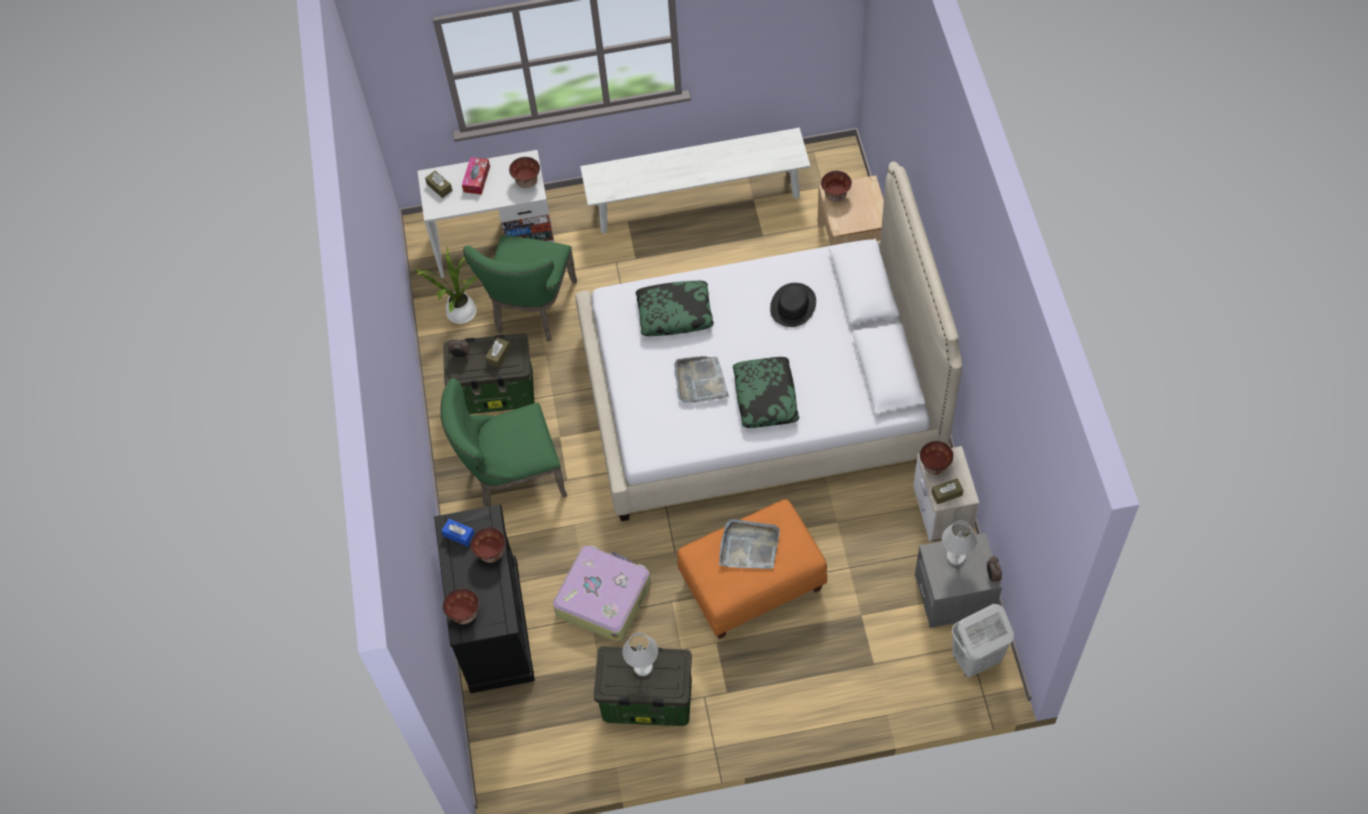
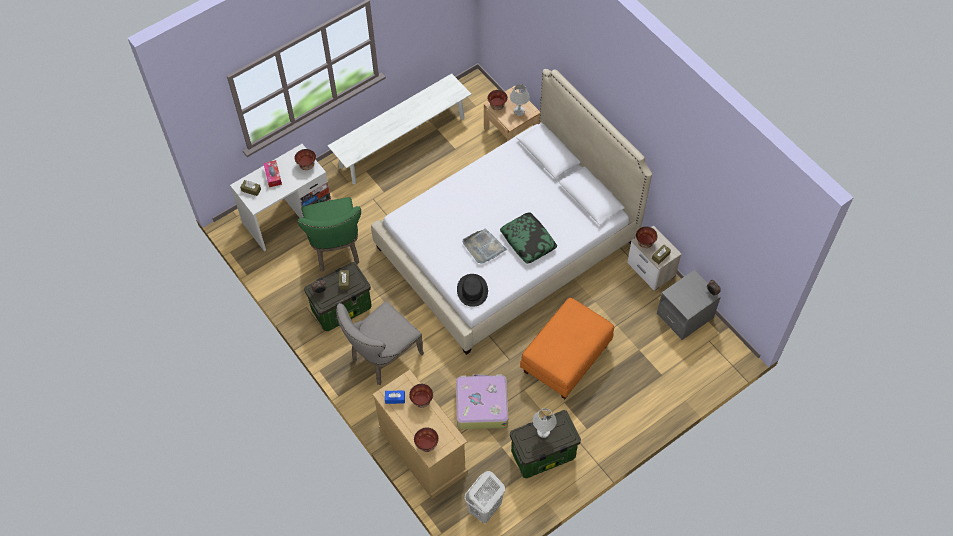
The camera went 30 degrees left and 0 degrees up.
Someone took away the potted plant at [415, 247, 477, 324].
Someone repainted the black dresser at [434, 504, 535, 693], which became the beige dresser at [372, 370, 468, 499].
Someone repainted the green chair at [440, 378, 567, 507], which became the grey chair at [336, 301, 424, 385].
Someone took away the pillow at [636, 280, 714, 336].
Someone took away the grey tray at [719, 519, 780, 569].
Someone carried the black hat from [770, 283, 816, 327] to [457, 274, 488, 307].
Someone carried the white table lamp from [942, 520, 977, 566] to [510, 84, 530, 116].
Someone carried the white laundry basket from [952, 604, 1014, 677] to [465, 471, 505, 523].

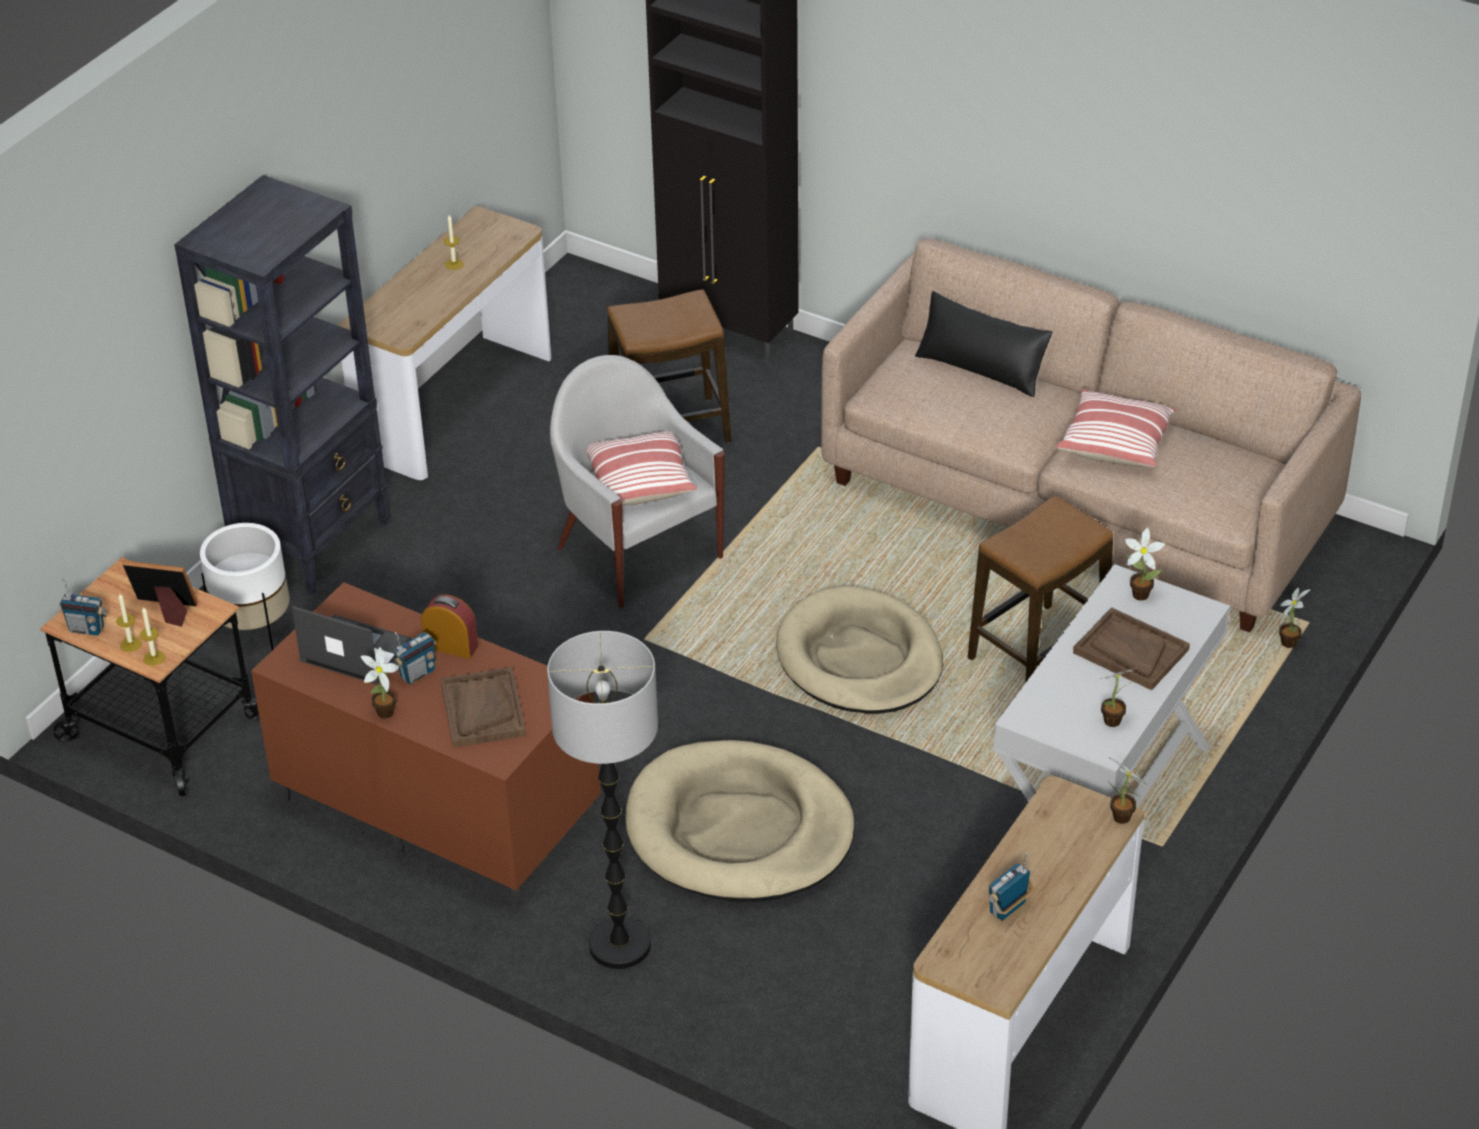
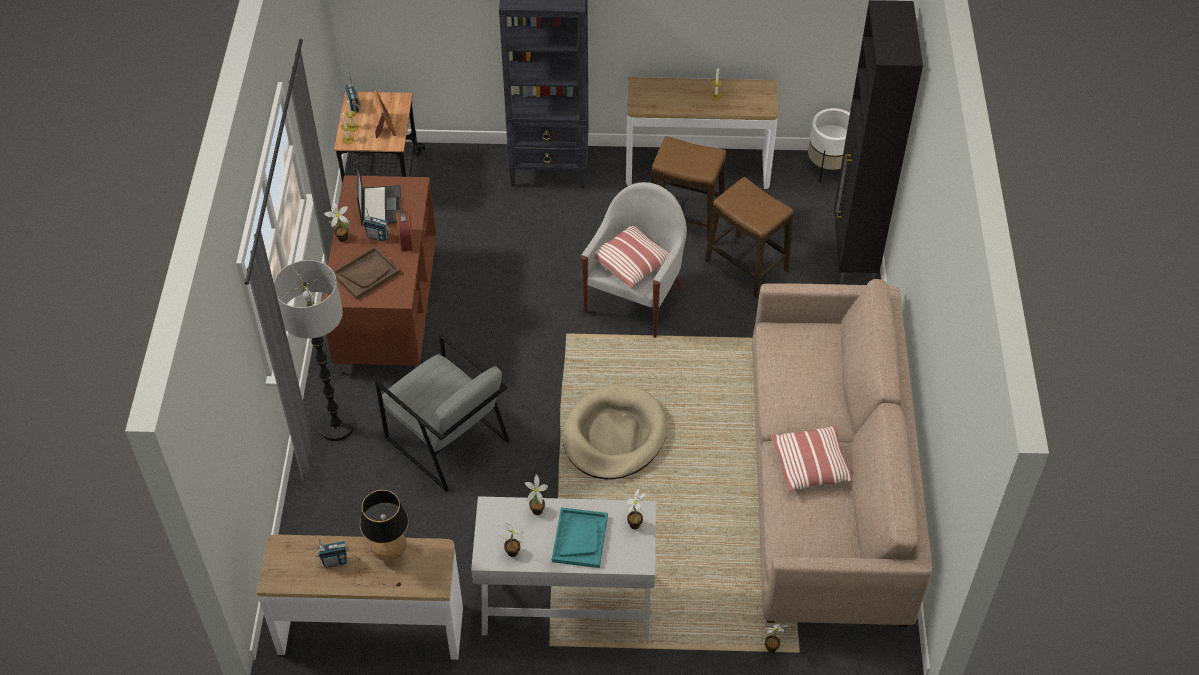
The camera went 60 degrees right and 10 degrees up.
Someone carried the white planter from [200, 523, 290, 650] to [808, 108, 850, 183].
Someone swapped the beige dog bed at [625, 740, 855, 902] for the grey armchair at [375, 333, 509, 492].
Someone took away the black pillow at [915, 291, 1052, 397].
Someone carried the stool from [968, 495, 1113, 683] to [651, 136, 726, 243].
Someone rotated the radio at [989, 853, 1034, 921] by 150 degrees clockwise.
Someone repainted the brown tray at [1073, 607, 1190, 690], which became the turquoise tray at [552, 507, 608, 568].
Someone carried the potted plant from [1108, 757, 1143, 824] to [525, 474, 548, 515].
Someone put down the table lamp at [354, 490, 409, 587].

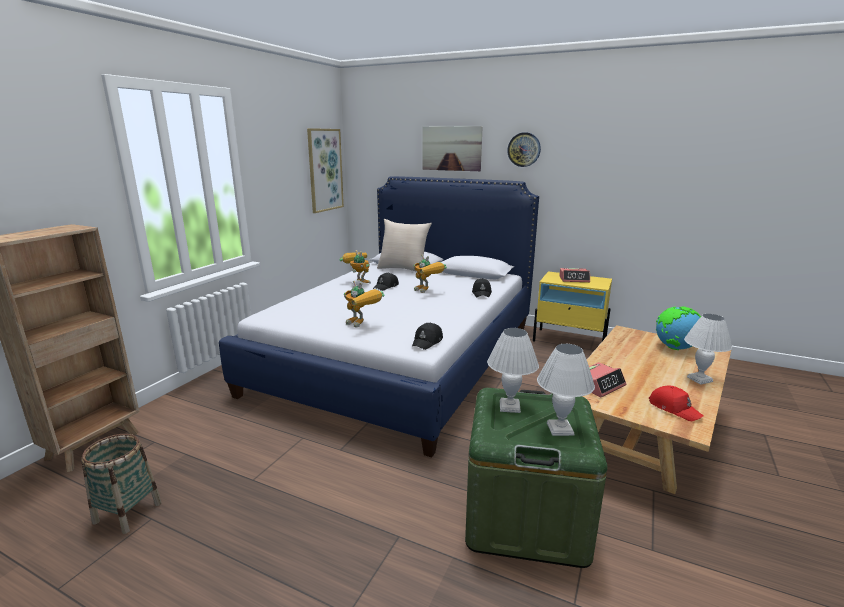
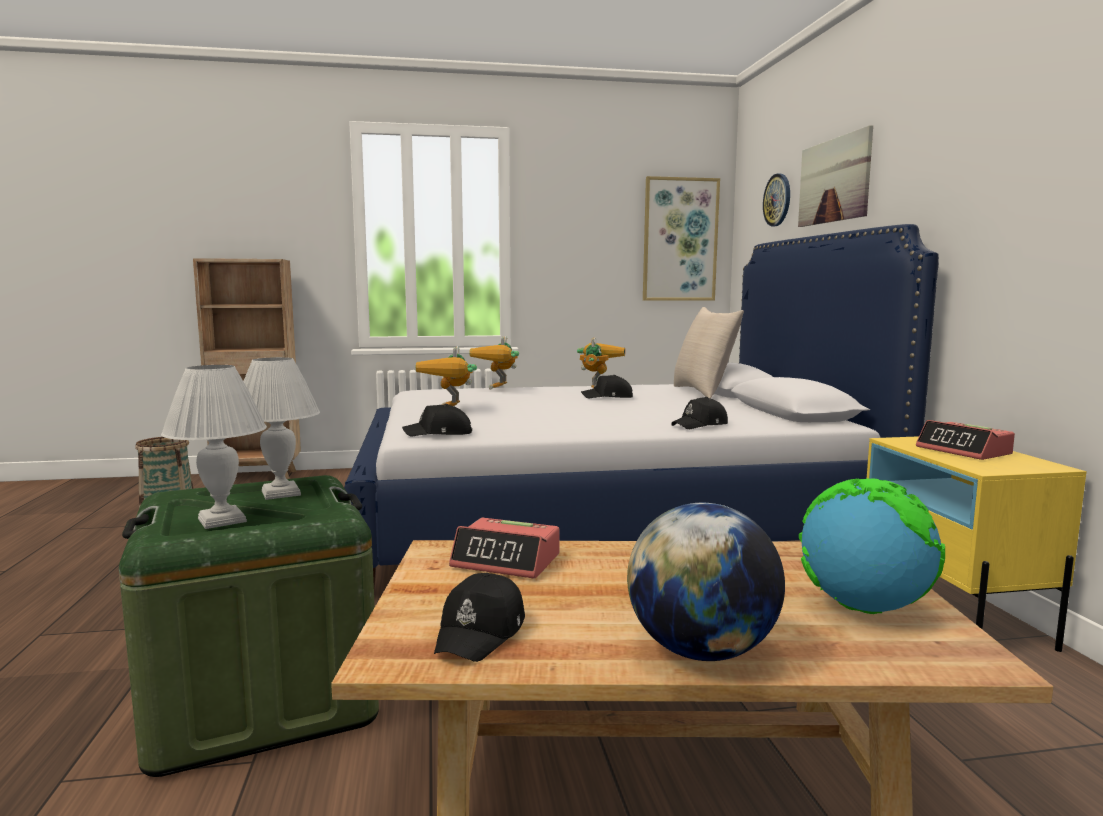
The camera went 55 degrees right and 10 degrees down.
Someone carried the toy robot from [414, 255, 447, 293] to [469, 336, 519, 390].
Someone carried the wall clock from [507, 132, 541, 167] to [763, 174, 790, 226].
Someone repainted the red cap at [649, 386, 704, 421], which became the black cap at [434, 573, 525, 662].
Someone swapped the white table lamp at [684, 314, 732, 385] for the globe at [627, 503, 785, 661].

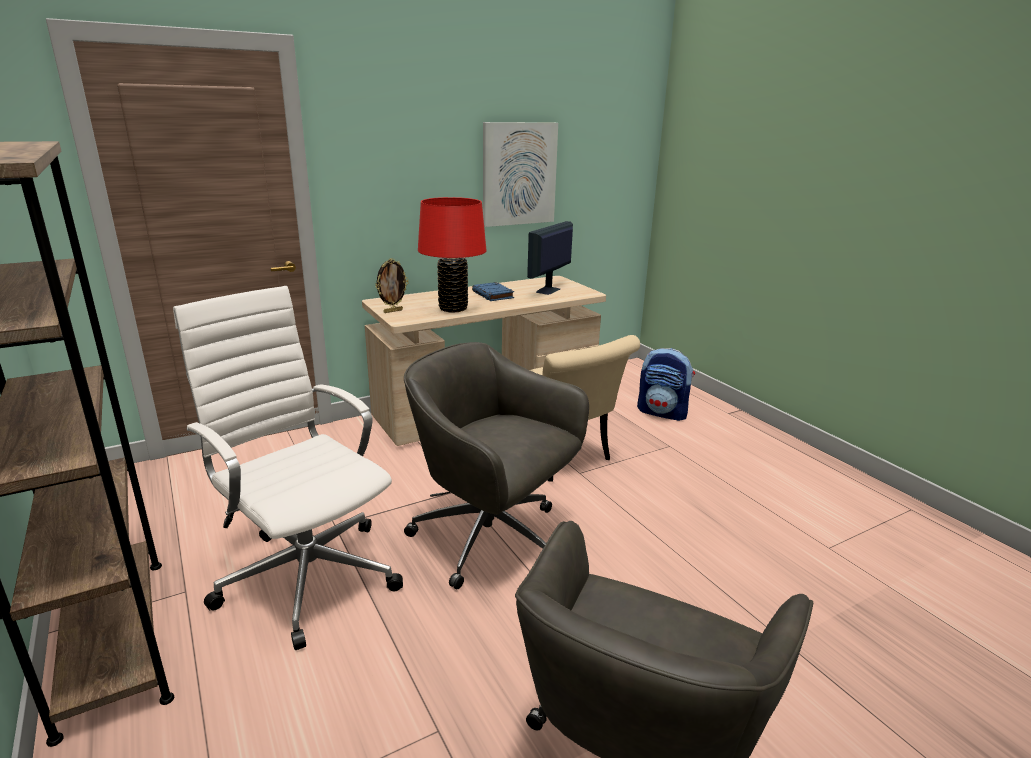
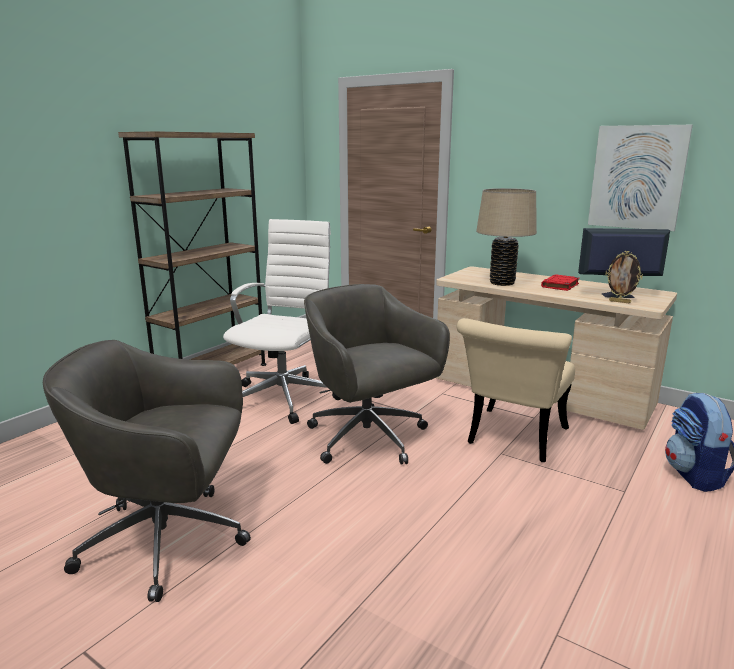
The camera went 65 degrees right and 5 degrees down.
Someone carried the picture frame from [375, 258, 409, 313] to [605, 251, 643, 303].
Someone rotated the grey office chair at [404, 342, 589, 589] by 45 degrees counterclockwise.
Someone repainted the red table lamp at [418, 197, 487, 312], which became the beige table lamp at [476, 188, 537, 286].
Someone repainted the blue book at [472, 282, 514, 301], which became the red book at [541, 274, 580, 291].

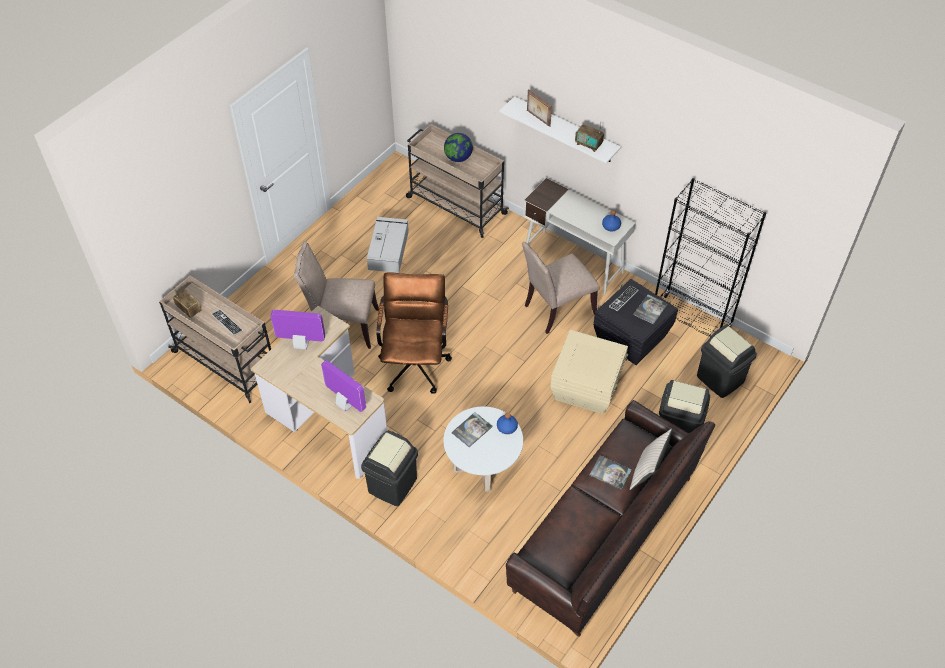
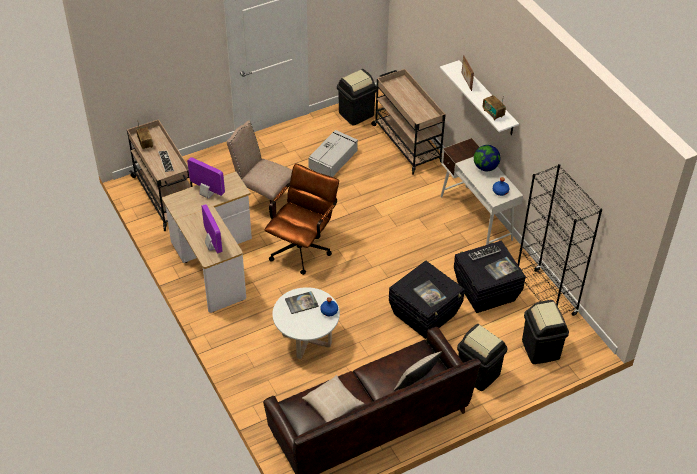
The camera went 25 degrees right and 5 degrees down.
Someone carried the black trash can from [361, 430, 418, 506] to [337, 69, 377, 126].
Someone carried the globe from [444, 133, 473, 162] to [474, 145, 500, 171].
Someone took away the beige chair at [522, 242, 600, 334].
Someone repainted the beige storage box at [550, 330, 628, 414], which became the black storage box at [389, 261, 465, 339].
Someone carried the book from [590, 455, 632, 490] to [413, 280, 447, 308].
Someone put down the beige pillow at [302, 375, 364, 422].

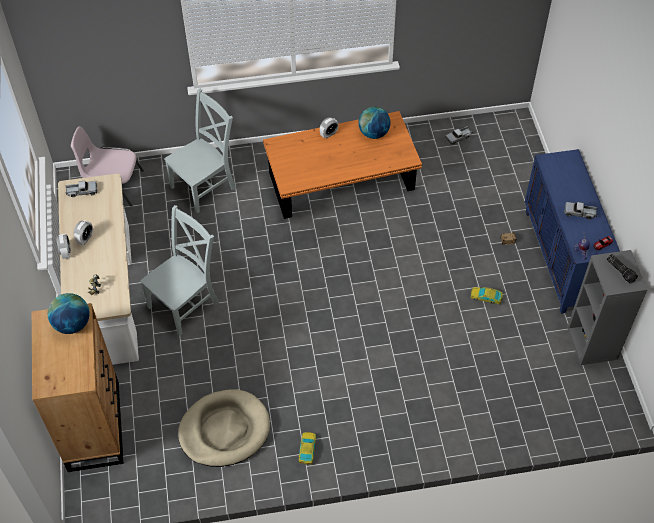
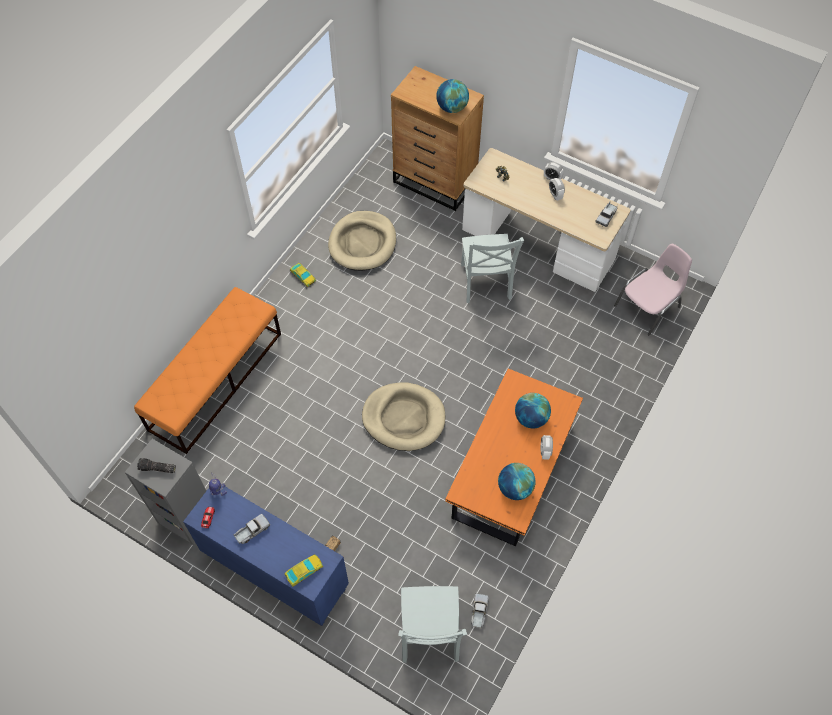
The camera went 130 degrees right and 5 degrees up.
Someone carried the grey chair from [164, 89, 236, 213] to [398, 586, 467, 663].
Someone carried the toy car from [471, 287, 503, 304] to [285, 554, 323, 587].
Someone put down the orange bench at [134, 287, 281, 454].
Someone put down the beige dog bed at [362, 382, 446, 451].
Someone put down the globe at [515, 393, 551, 428].

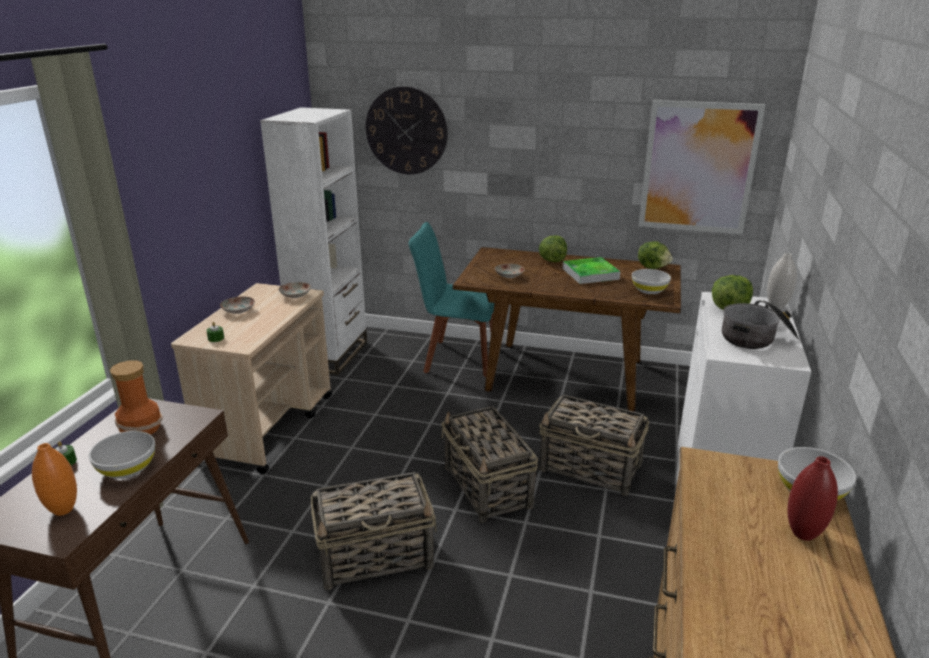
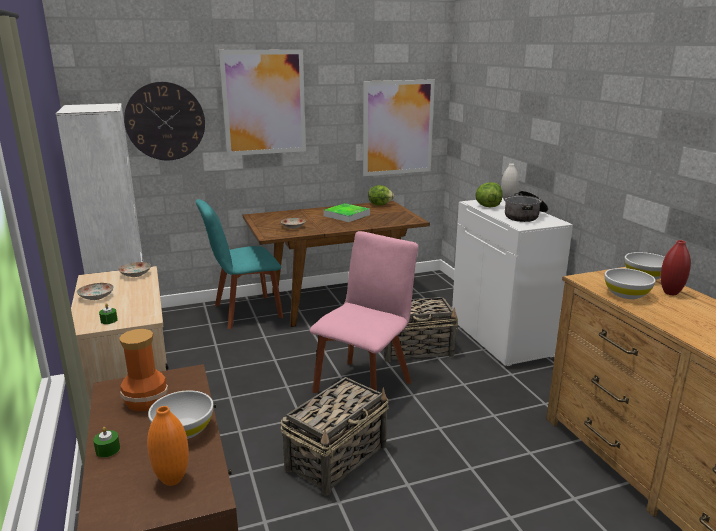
The camera went 35 degrees left and 5 degrees down.
Someone swapped the basket at [441, 406, 538, 523] for the pink chair at [310, 231, 418, 393].
Someone took away the lettuce at [539, 235, 567, 262].
Someone carried the white bowl from [632, 269, 671, 294] to [605, 268, 656, 299].
Someone put up the picture at [219, 49, 306, 156].

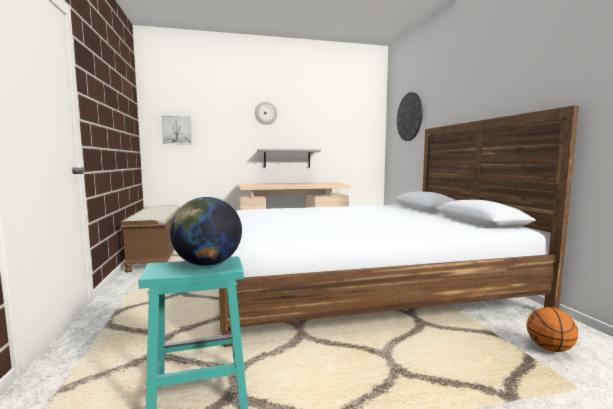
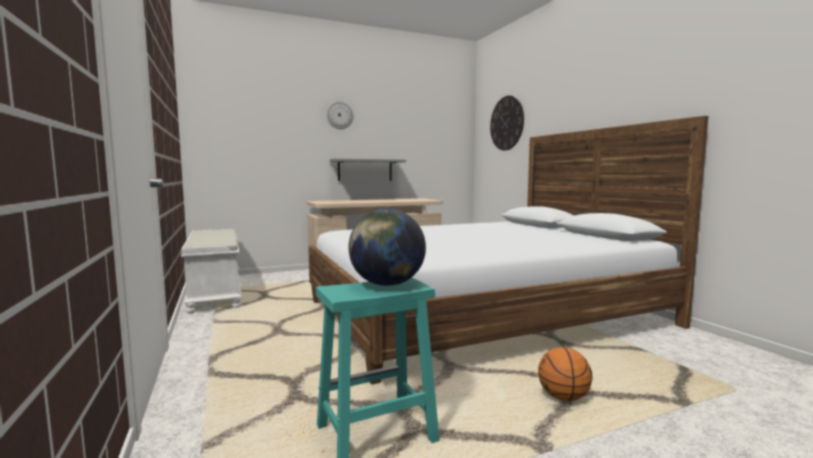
The camera went 10 degrees left and 0 degrees up.
Someone repainted the brown bench at [120, 205, 180, 272], which became the white bench at [181, 229, 242, 314].
Someone took away the picture at [161, 115, 192, 144].
Someone carried the basketball from [526, 307, 578, 352] to [538, 347, 593, 401].

